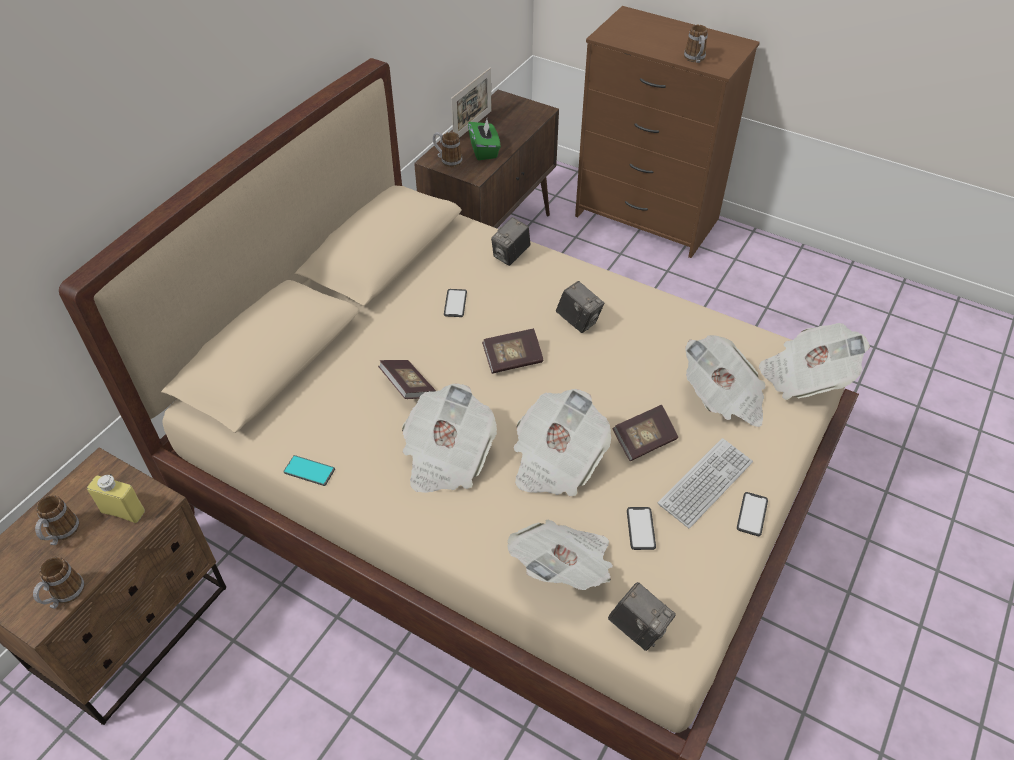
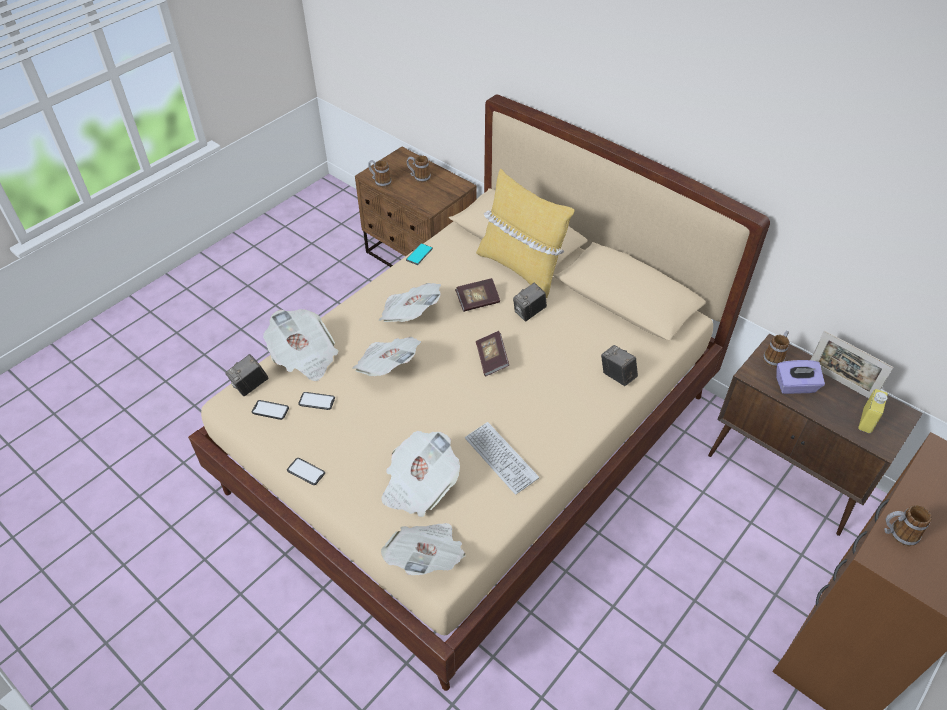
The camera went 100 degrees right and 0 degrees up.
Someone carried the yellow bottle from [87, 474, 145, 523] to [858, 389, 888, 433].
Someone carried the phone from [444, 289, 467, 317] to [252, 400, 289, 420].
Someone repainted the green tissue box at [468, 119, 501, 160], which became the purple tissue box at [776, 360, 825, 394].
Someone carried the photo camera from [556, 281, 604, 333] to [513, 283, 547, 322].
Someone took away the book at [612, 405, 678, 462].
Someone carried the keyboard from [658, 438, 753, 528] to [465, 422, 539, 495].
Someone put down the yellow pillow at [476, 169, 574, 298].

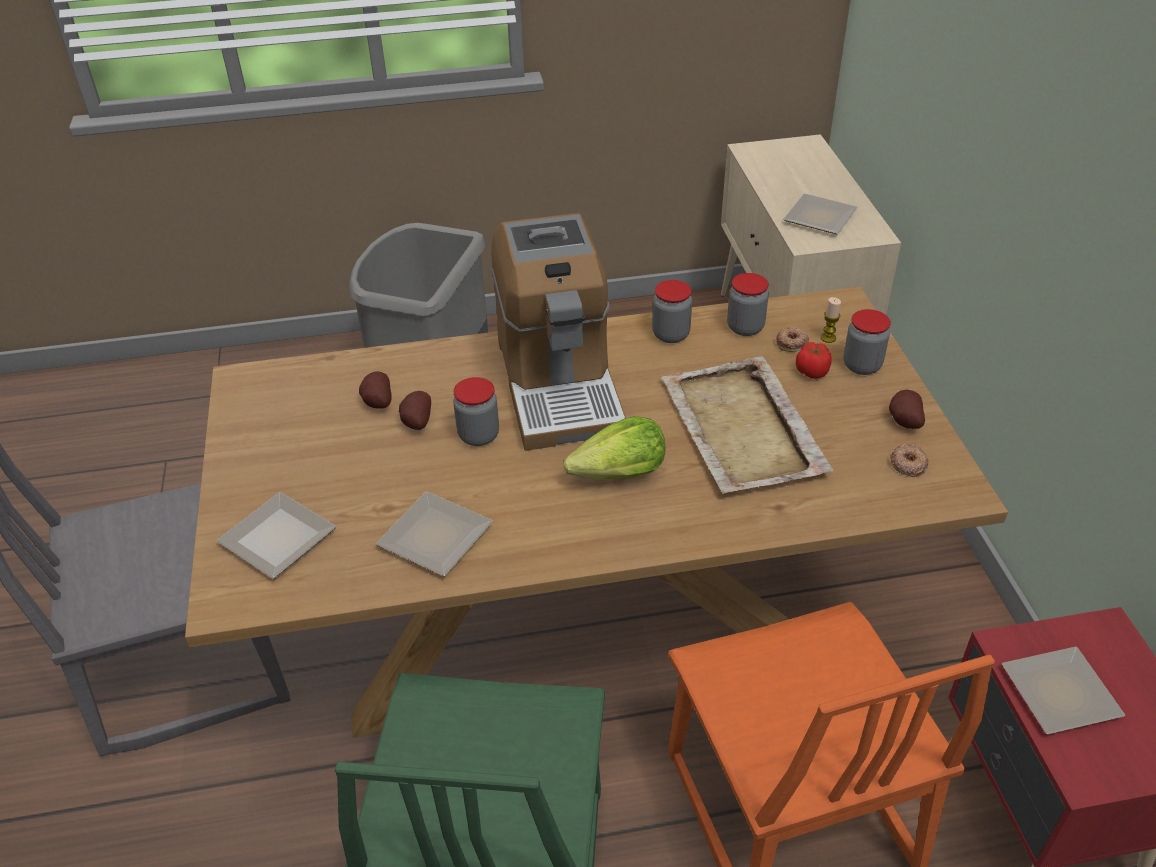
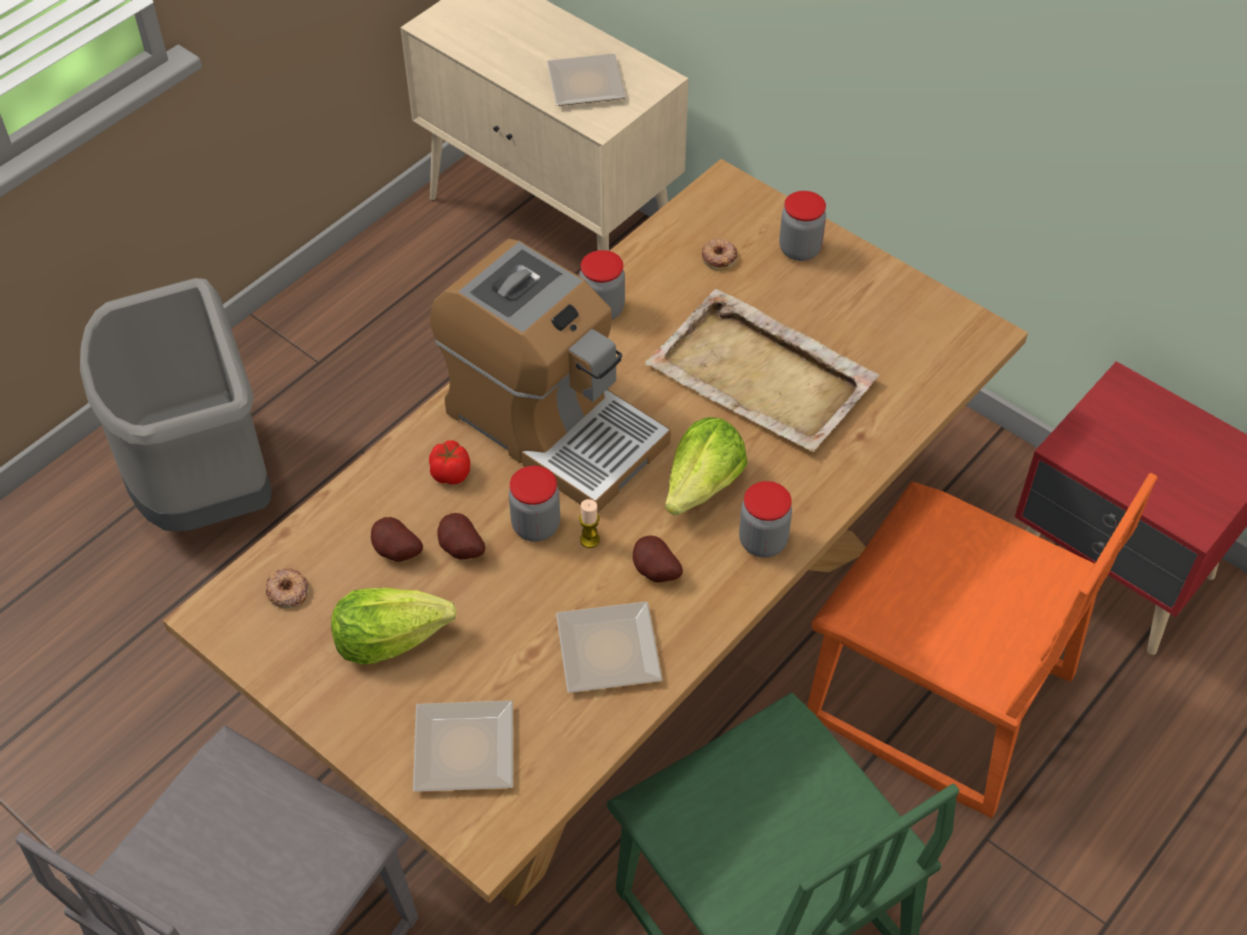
The camera went 40 degrees left and 10 degrees up.
Someone carried the jar from [727, 273, 769, 336] to [739, 481, 792, 558].
Someone carried the tomato from [796, 342, 832, 379] to [429, 440, 470, 485].
Someone carried the candle from [821, 297, 841, 343] to [579, 499, 600, 548].
Someone carried the potato from [889, 390, 925, 429] to [633, 535, 683, 583].
Someone carried the donut from [890, 444, 929, 477] to [265, 568, 309, 608].
Someone took away the plate at [1002, 647, 1125, 734].
Someone put down the lettuce at [331, 588, 457, 665].

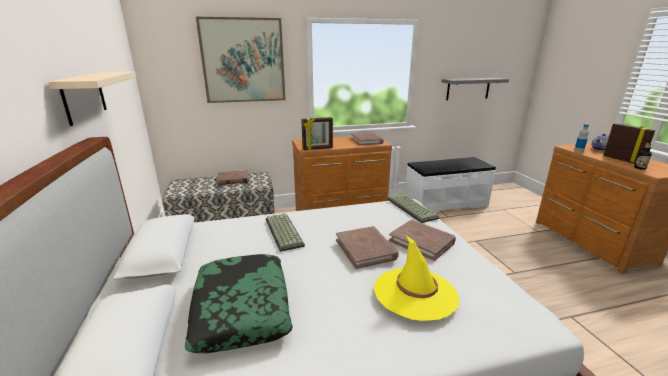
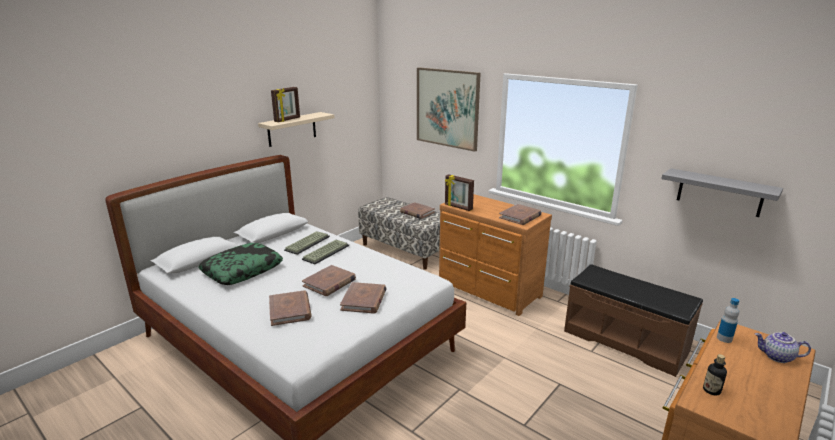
The camera went 55 degrees right and 0 degrees up.
Someone swapped the yellow hat at [374, 236, 459, 321] for the brown book at [269, 290, 312, 326].
Someone carried the keyboard from [387, 194, 439, 223] to [284, 231, 330, 255].
Someone repainted the white bench at [405, 157, 496, 213], which became the brown bench at [564, 264, 703, 377].
Someone carried the picture frame from [603, 123, 655, 164] to [271, 87, 300, 122].

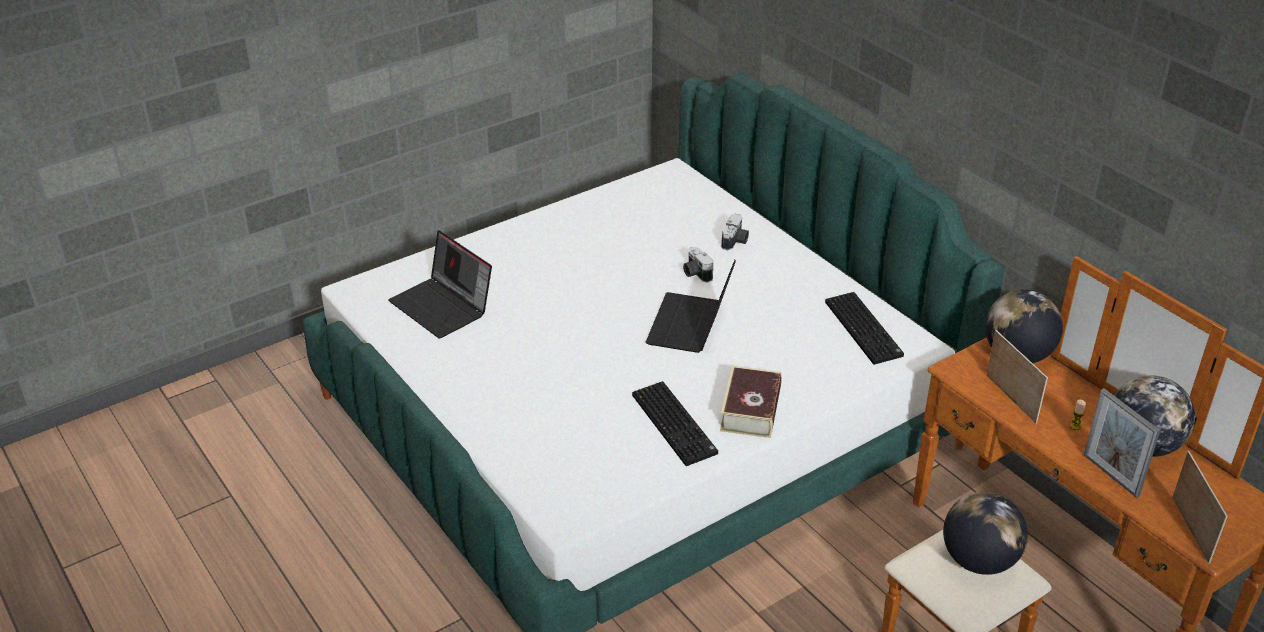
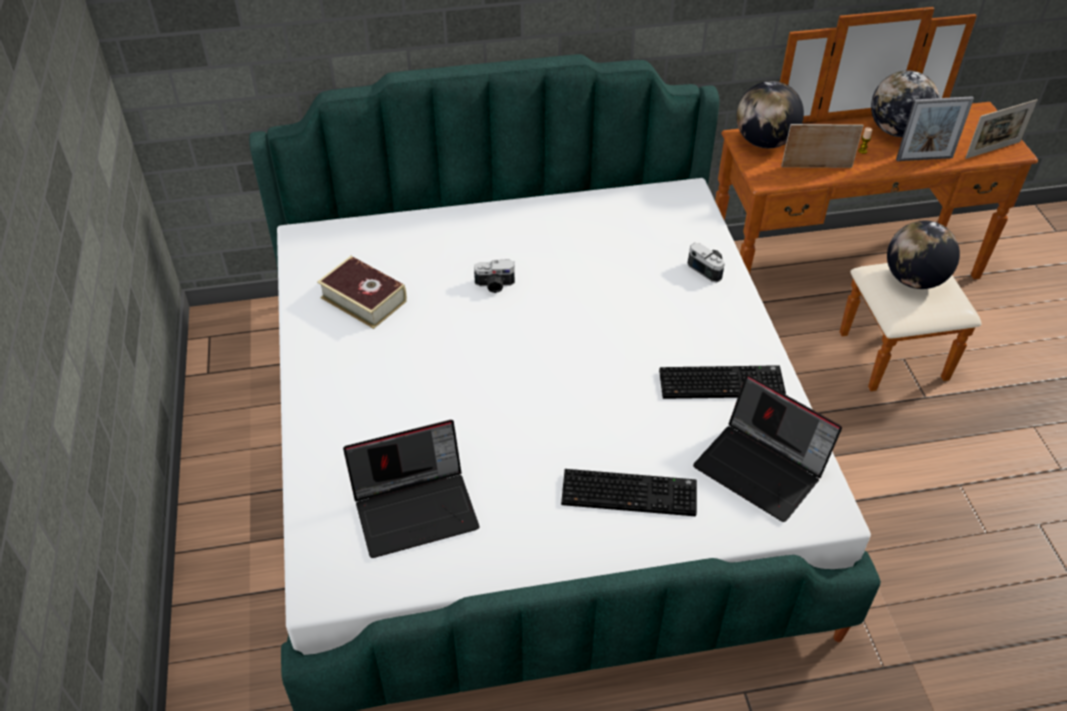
The camera went 65 degrees left and 10 degrees up.
Someone carried the laptop from [646, 260, 736, 353] to [693, 374, 842, 522].
Someone carried the book from [720, 366, 782, 438] to [317, 256, 407, 329].
Someone carried the photo camera from [721, 214, 749, 250] to [688, 243, 725, 283].
Someone carried the keyboard from [825, 292, 904, 365] to [561, 469, 697, 516].
Someone rotated the picture frame at [1172, 451, 1228, 564] by 135 degrees clockwise.

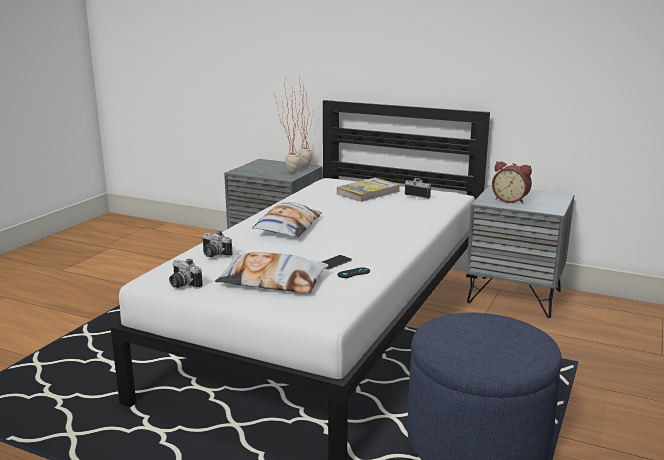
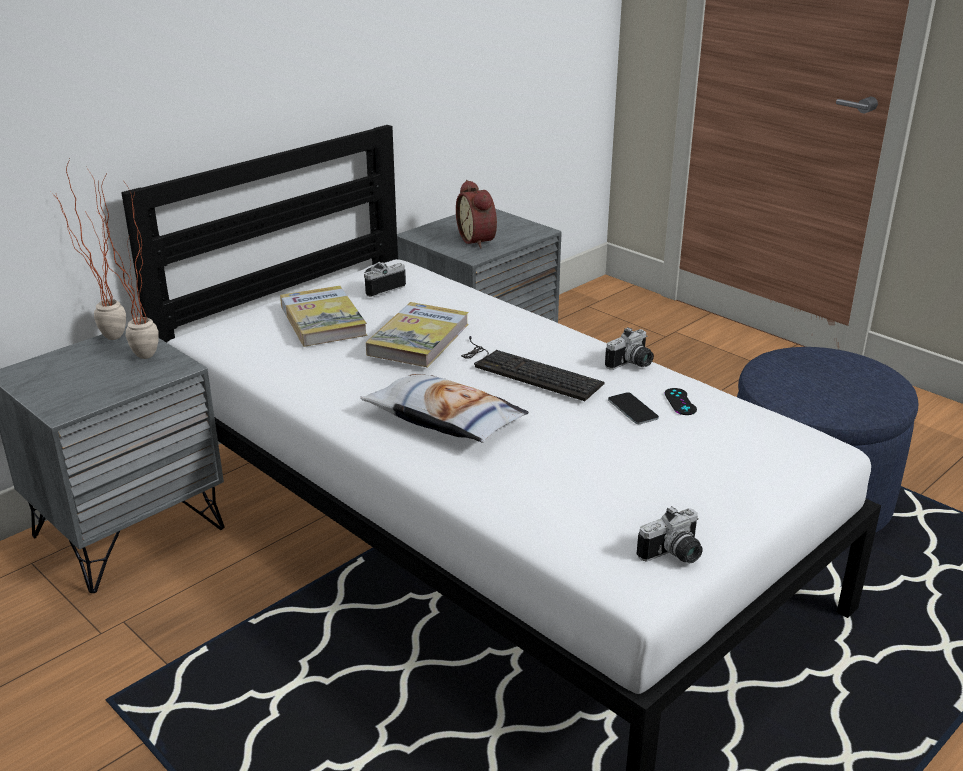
The camera went 70 degrees left and 10 degrees up.
Someone carried the photo camera from [202, 231, 232, 257] to [605, 327, 654, 370].
Someone took away the pillow at [215, 252, 329, 293].
Someone rotated the alarm clock at [492, 161, 532, 204] by 105 degrees clockwise.
Someone put down the book at [366, 302, 469, 368].
Someone put down the keyboard at [461, 336, 605, 401].

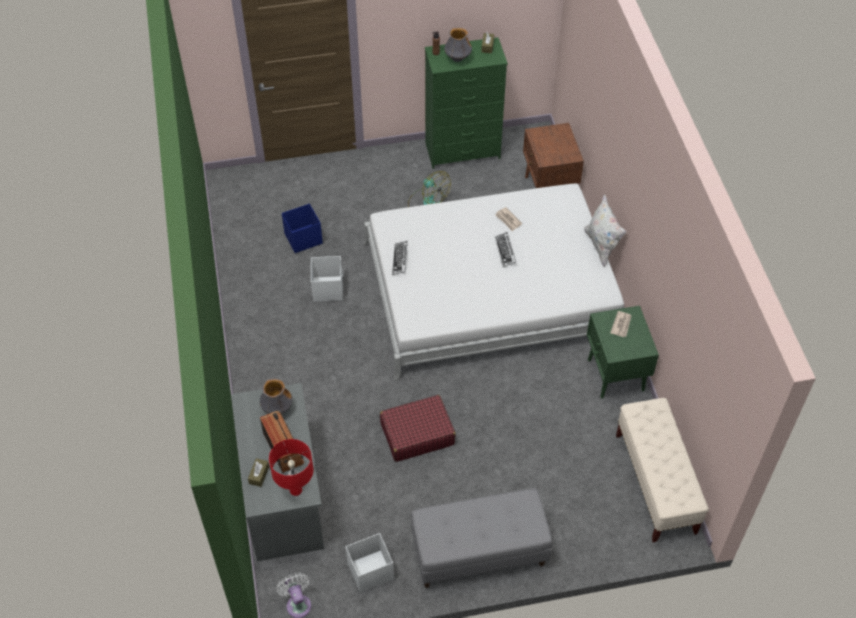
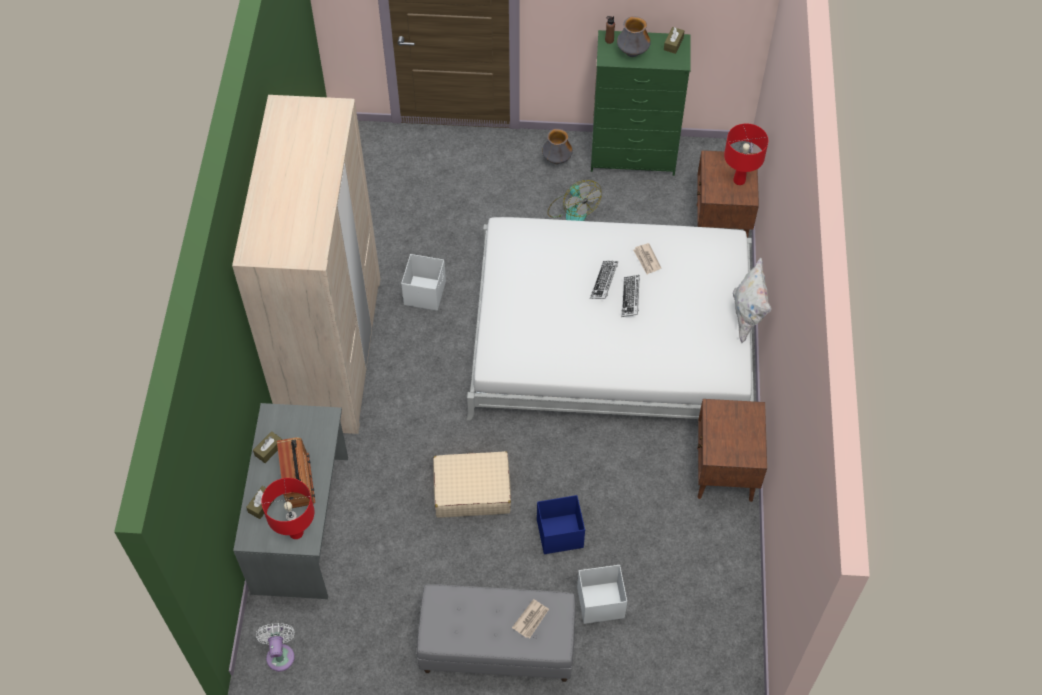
The camera went 15 degrees right and 5 degrees up.
Someone carried the vase from [260, 379, 292, 414] to [542, 129, 573, 164].
Someone carried the blue storage box from [282, 204, 323, 253] to [537, 495, 585, 554].
Someone carried the white storage box from [346, 533, 394, 593] to [577, 565, 627, 624].
Someone repainted the red suitcase at [380, 395, 456, 462], which became the beige suitcase at [433, 451, 511, 518].
Someone carried the keyboard from [392, 241, 408, 275] to [590, 261, 618, 299].
Someone repainted the green nightstand at [587, 306, 659, 399], which became the brown nightstand at [697, 399, 767, 502].
Someone carried the newspaper from [610, 311, 631, 337] to [512, 599, 549, 638].
Someone took away the beige bench at [616, 398, 709, 542].
Someone put down the beige wardrobe at [232, 95, 381, 434].
Someone put down the brown tissue box at [253, 431, 282, 463].
Someone put down the red table lamp at [724, 123, 768, 185].

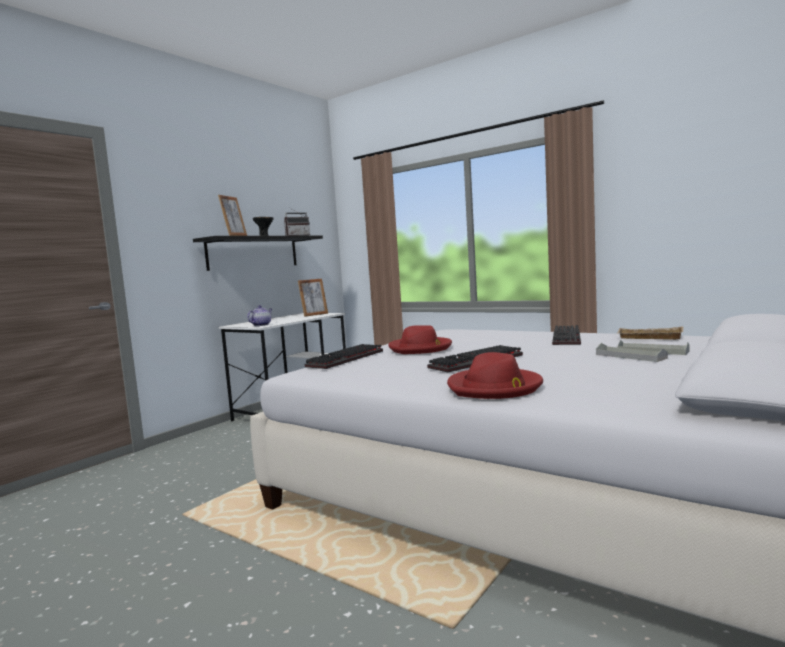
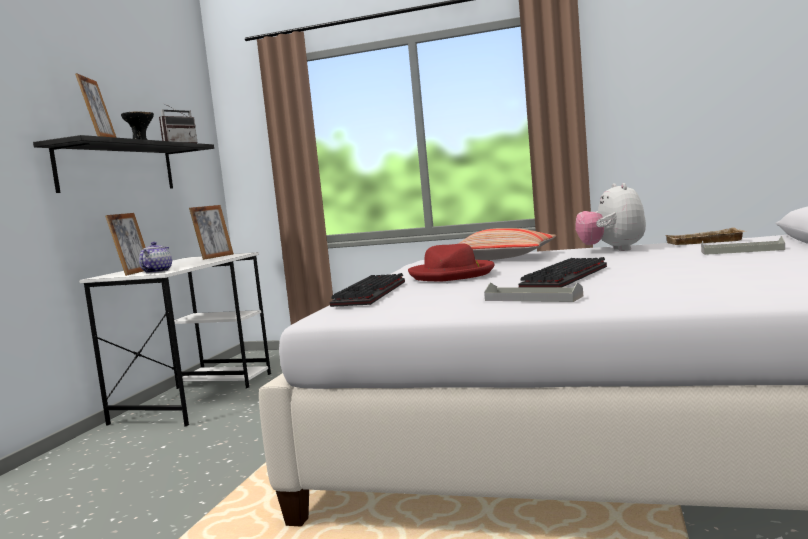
The camera went 20 degrees left and 0 degrees up.
Someone took away the red hat at [447, 352, 543, 399].
Someone swapped the keyboard at [552, 325, 581, 345] for the plush toy at [575, 183, 646, 251].
Someone carried the grey tray from [596, 343, 668, 362] to [484, 282, 583, 302].
Someone put down the picture frame at [105, 213, 146, 276].
Someone put down the pillow at [458, 228, 556, 260].

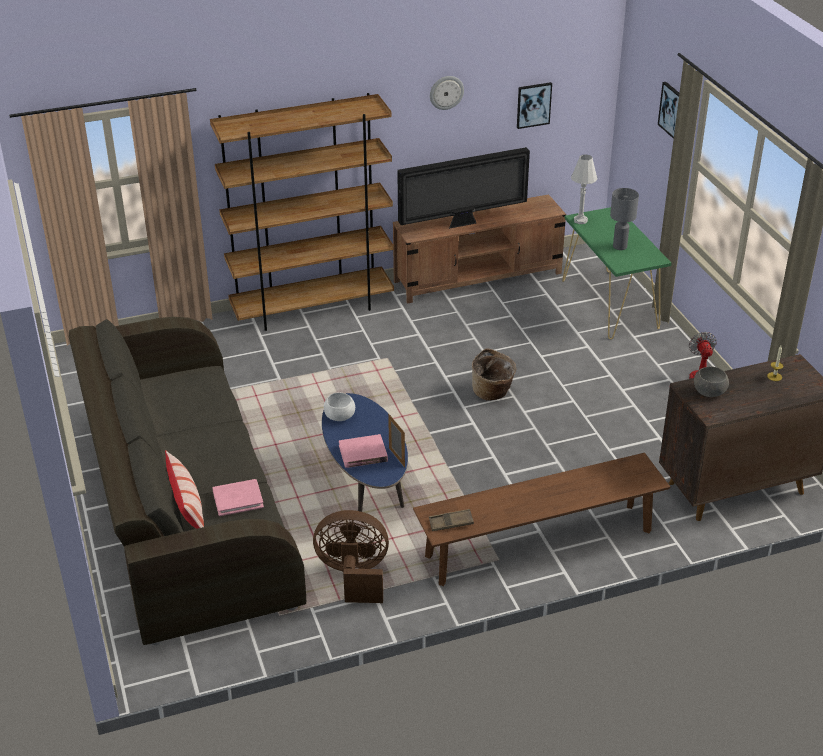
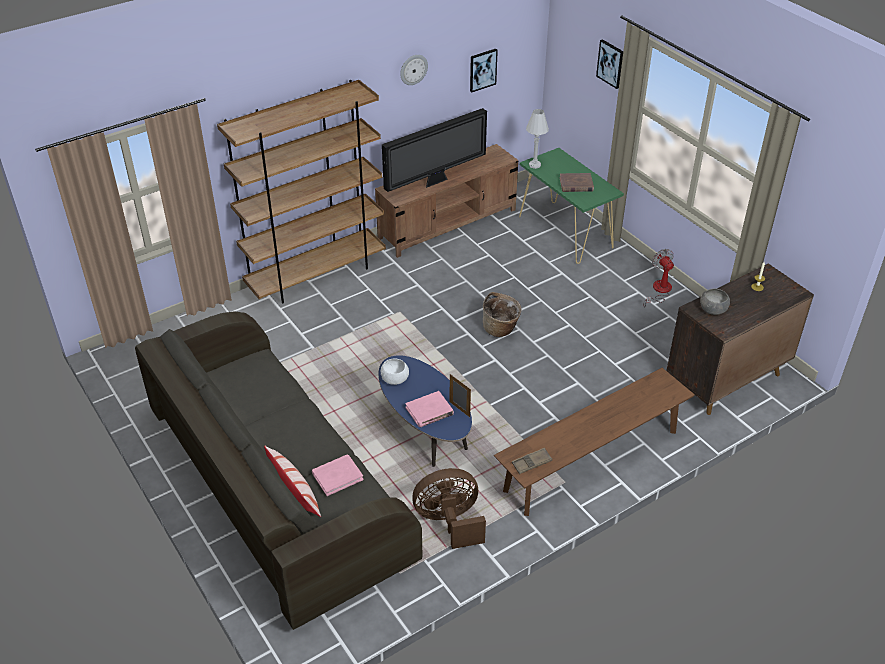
The camera went 15 degrees left and 5 degrees up.
Someone swapped the grey table lamp at [610, 188, 639, 250] for the brown book at [560, 173, 594, 192].

